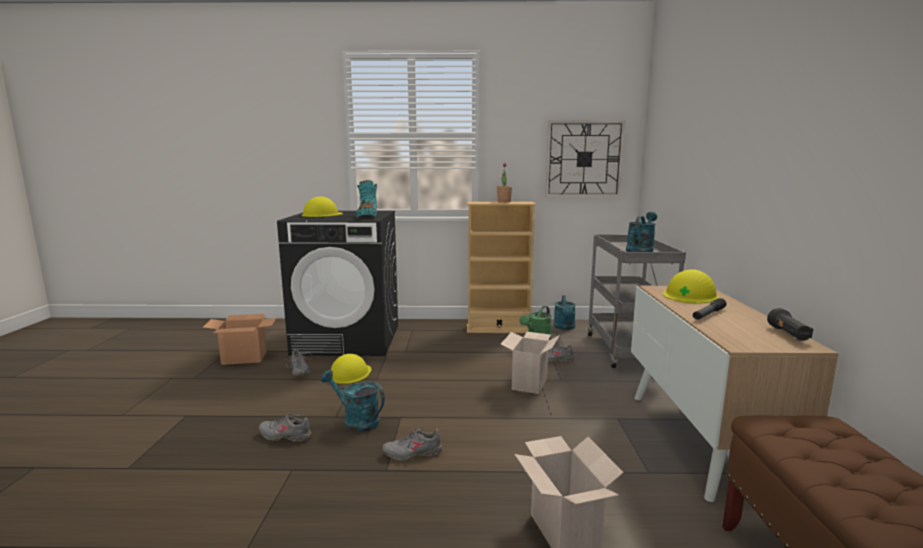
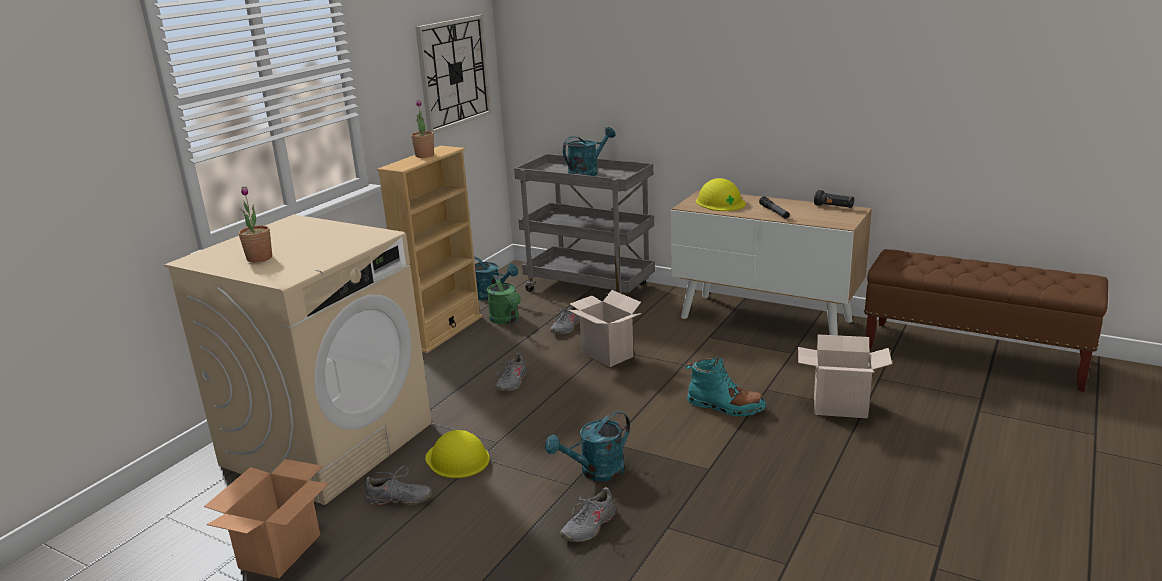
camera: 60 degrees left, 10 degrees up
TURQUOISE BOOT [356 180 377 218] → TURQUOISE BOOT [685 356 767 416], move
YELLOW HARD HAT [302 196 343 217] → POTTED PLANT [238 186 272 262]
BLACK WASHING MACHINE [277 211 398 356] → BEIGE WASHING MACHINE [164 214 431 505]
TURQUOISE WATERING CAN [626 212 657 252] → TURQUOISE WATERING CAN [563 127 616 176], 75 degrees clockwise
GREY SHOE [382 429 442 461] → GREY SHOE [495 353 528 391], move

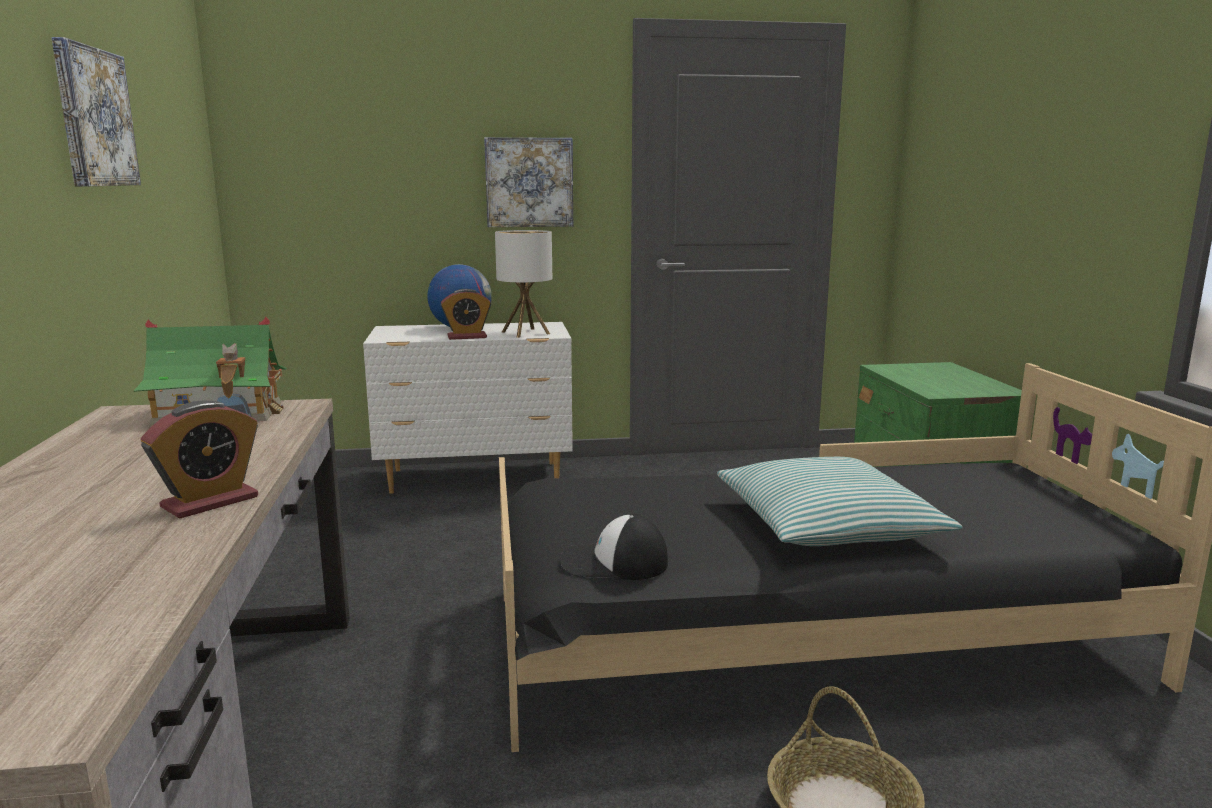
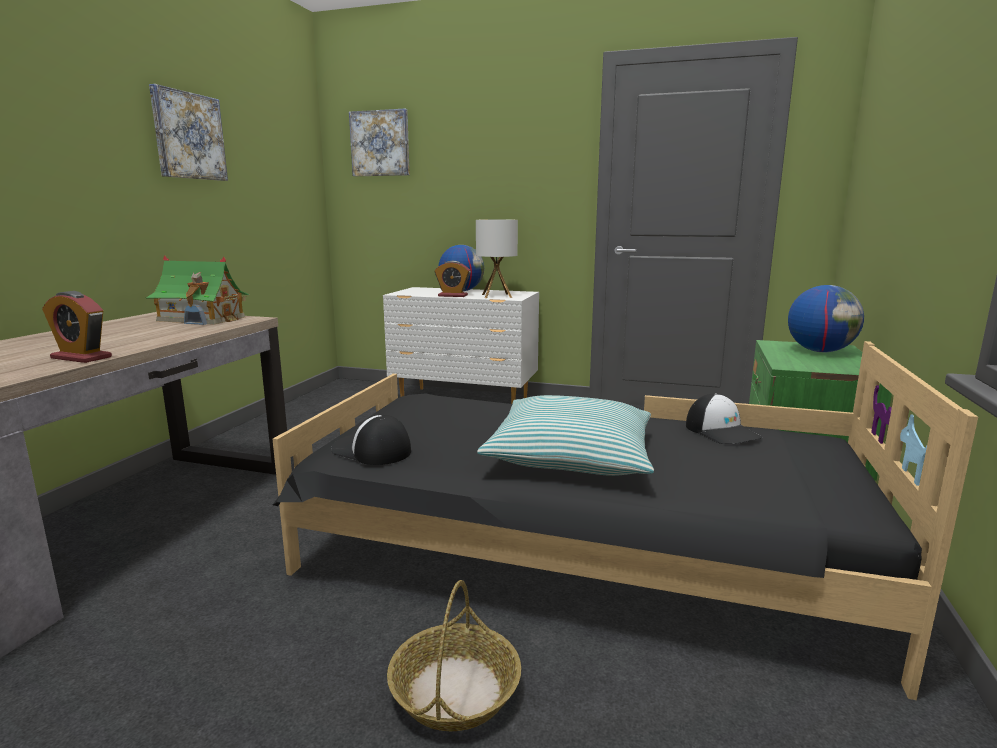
camera: 25 degrees right, 0 degrees up
PICTURE [484 137 573 227] → PICTURE [349 108 410 176], move
ALARM CLOCK [141 400 258 519] → ALARM CLOCK [42 291 112 363], 45 degrees clockwise
- → GLOBE [788 285 864 352]
- → CAP [686 393 762 444]

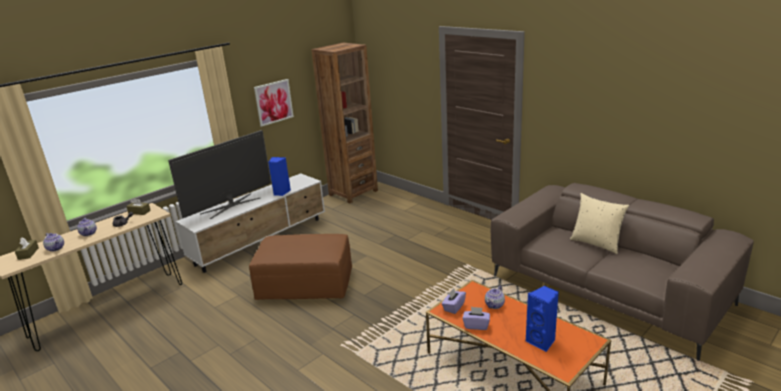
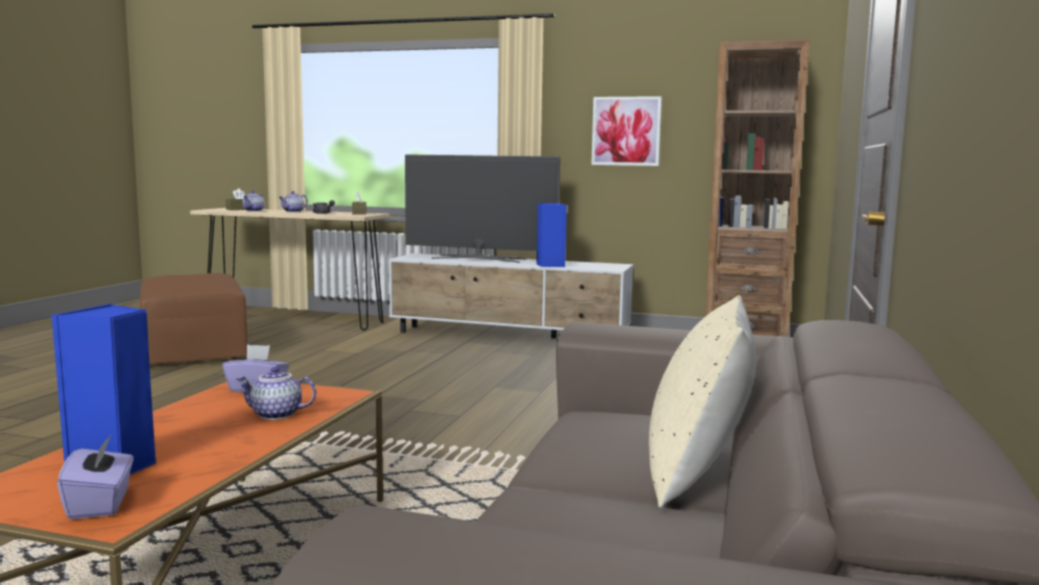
camera: 60 degrees right, 15 degrees down
BROWN OTTOMAN [249 234 352 300] → BROWN OTTOMAN [140 273 248 365], move
PURPLE TISSUE BOX [463 307 490 330] → PURPLE TISSUE BOX [57 435 134 519], move

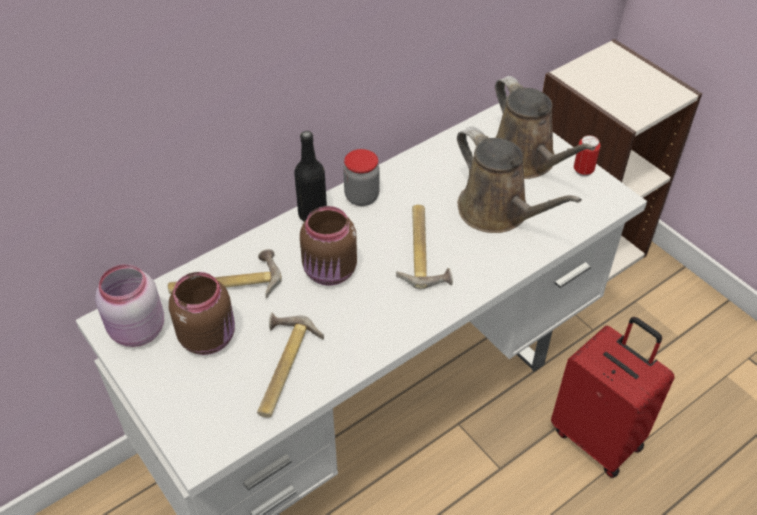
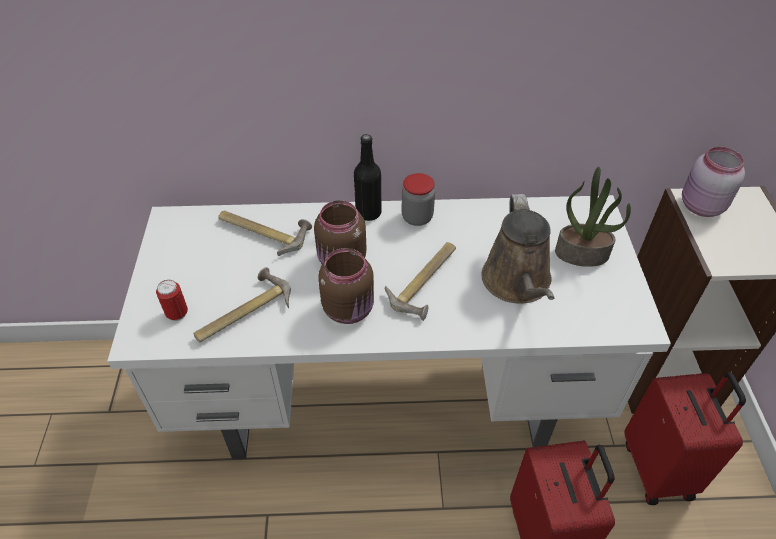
camera: 35 degrees right, 0 degrees up
BROWN WATERING CAN [495 76 596 179] → POTTED PLANT [555 167 631 267]
CAN [574 135 601 177] → CAN [156 280 188 321], move
PINK JAR [95 264 164 347] → PINK JAR [682 147 745 217], move
BROWN JAR [169 272 235 355] → BROWN JAR [318 248 374 324], move
- → RED SUITCASE [625 372 746 505]

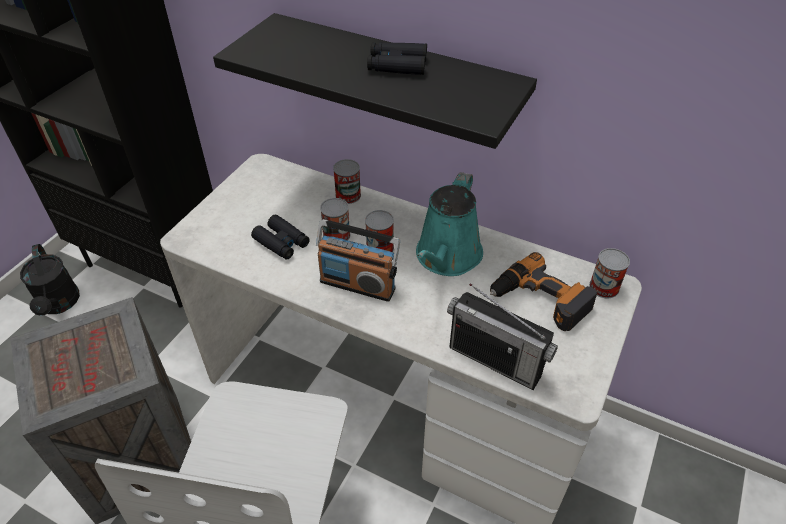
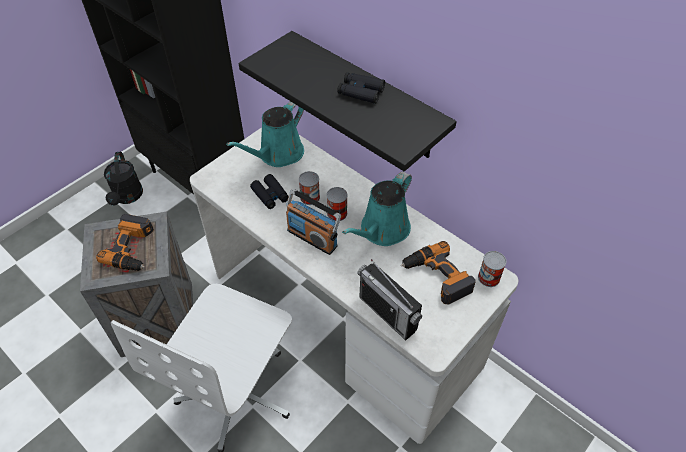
camera: 15 degrees right, 5 degrees up
CAN [333 159 361 204] → -
- → TURQUOISE WATERING CAN [226 101 304 167]
- → POWER DRILL [96 214 154 271]

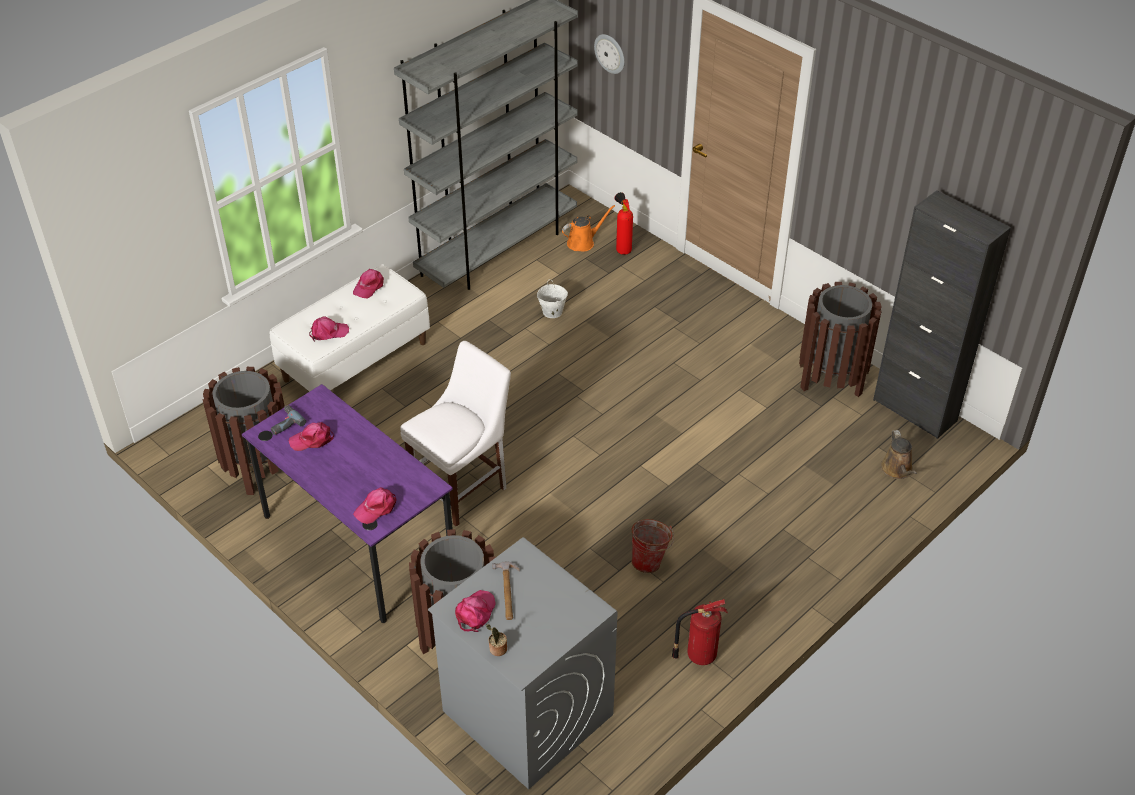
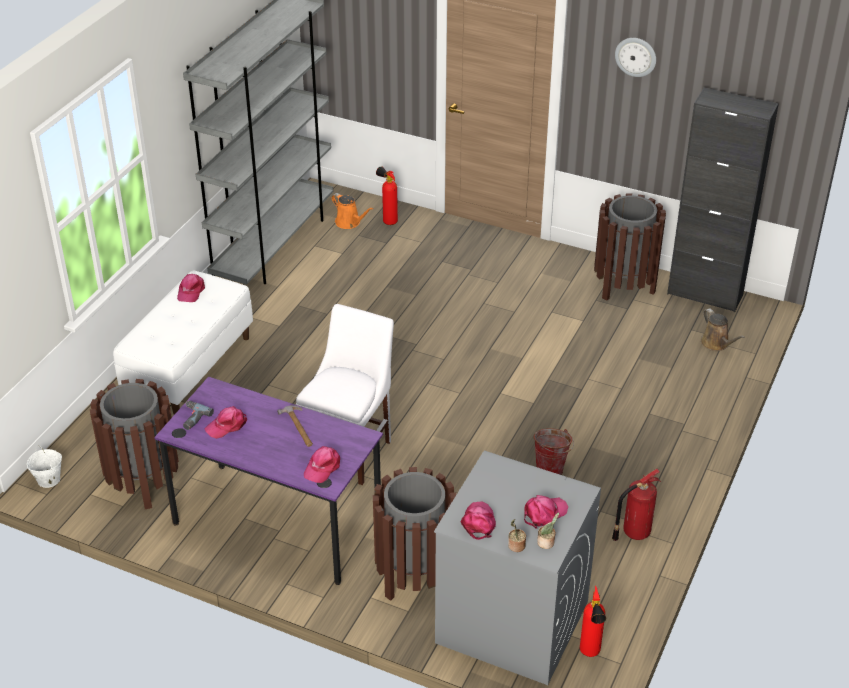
camera: 20 degrees left, 5 degrees down
WALL CLOCK [594 34 625 74] → WALL CLOCK [615 38 656 77], move
ORANGE WATERING CAN [562 205 615 252] → ORANGE WATERING CAN [331 193 374 229], 90 degrees clockwise
WHITE BUCKET [537 279 568 318] → WHITE BUCKET [27 446 62 488], move
PINK CAP [309 316 349 341] → PINK CAP [524 495 568 529], move
HAMMER [492 562 520 620] → HAMMER [277 405 313 447], move
- → POTTED PLANT [537 513 559 549]
- → FIRE EXTINGUISHER [580 586 606 657]

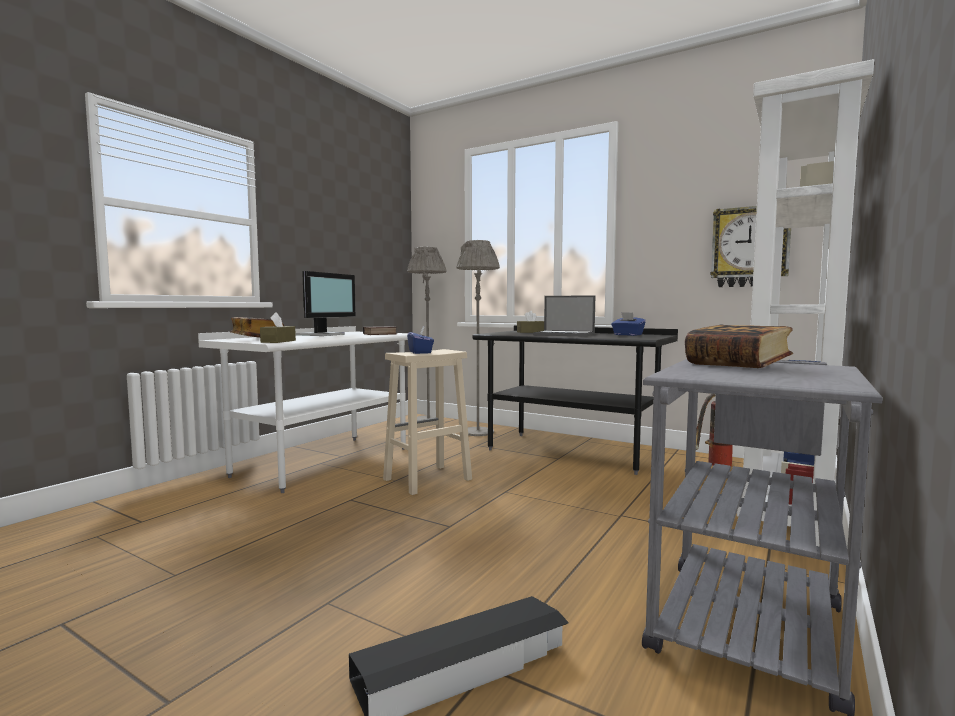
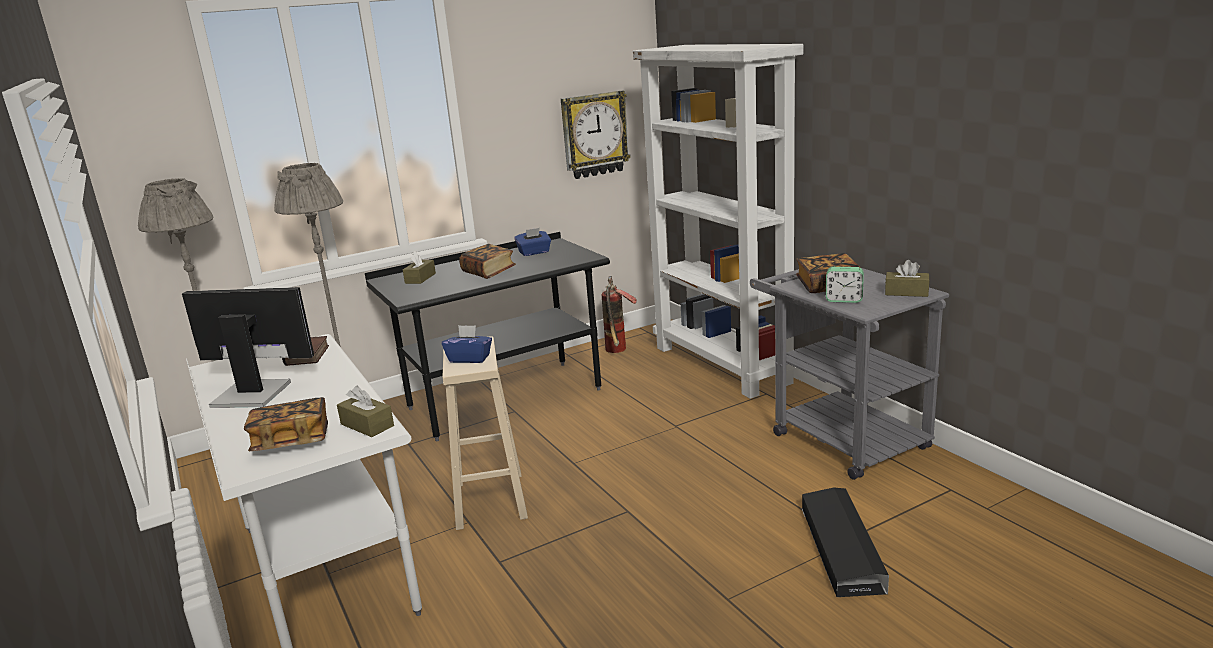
camera: 60 degrees left, 15 degrees up
MONITOR [296 271 356 336] → MONITOR [182 287 314 408], 45 degrees counterclockwise
LAPTOP [533 295 595 337] → BOOK [459 244 516 279]
- → BROWN TISSUE BOX [885 260 929 297]
- → ALARM CLOCK [826 267 864 303]

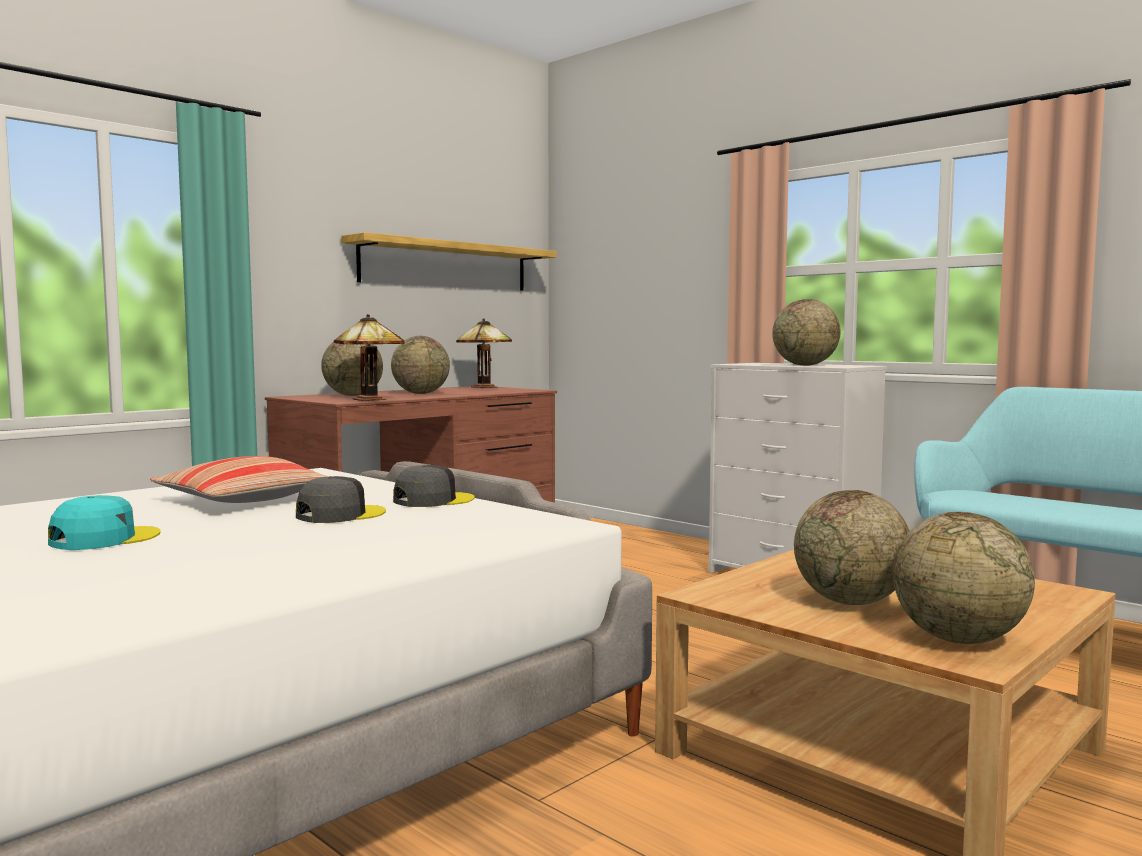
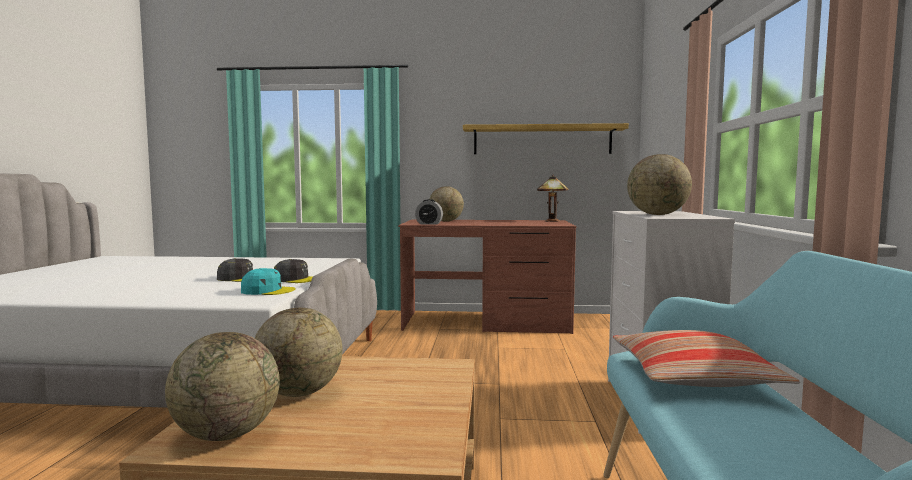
camera: 50 degrees right, 0 degrees up
TABLE LAMP [334 314 405 401] → ALARM CLOCK [415 199 443 225]
GLOBE [391 336 450 394] → -
PILLOW [150 456 329 503] → PILLOW [613 330 800 387], move
TURQUOISE CAP [48 495 161 550] → TURQUOISE CAP [241 268 295 295], move

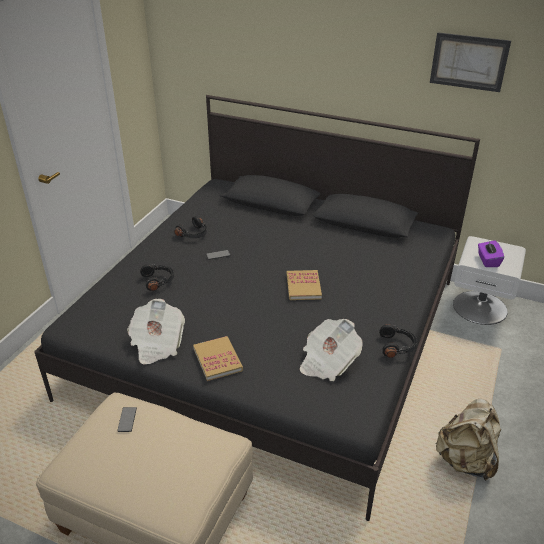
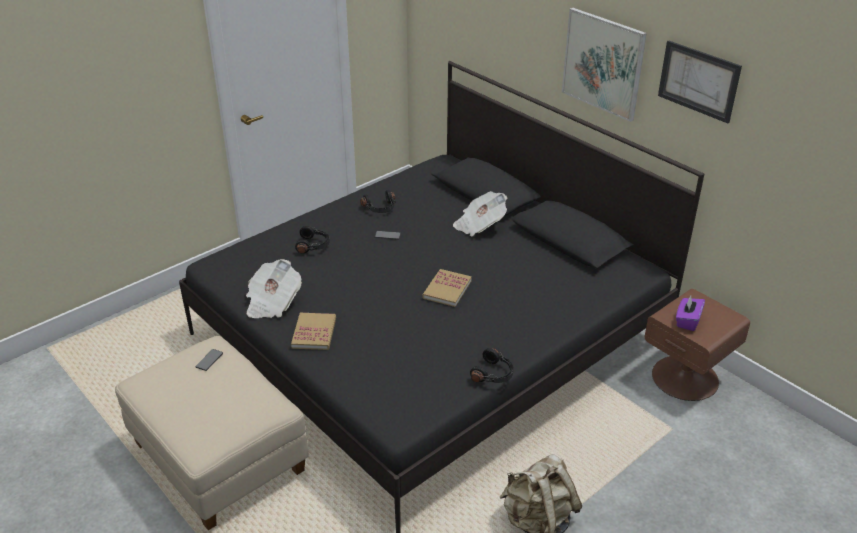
camera: 25 degrees right, 0 degrees up
WHITE NIGHTSTAND [453 236 526 325] → BROWN NIGHTSTAND [645 289 750 401]
NEWSPAPER [299 319 362 381] → NEWSPAPER [453 192 508 236], move
- → PICTURE [562 8 647 122]

